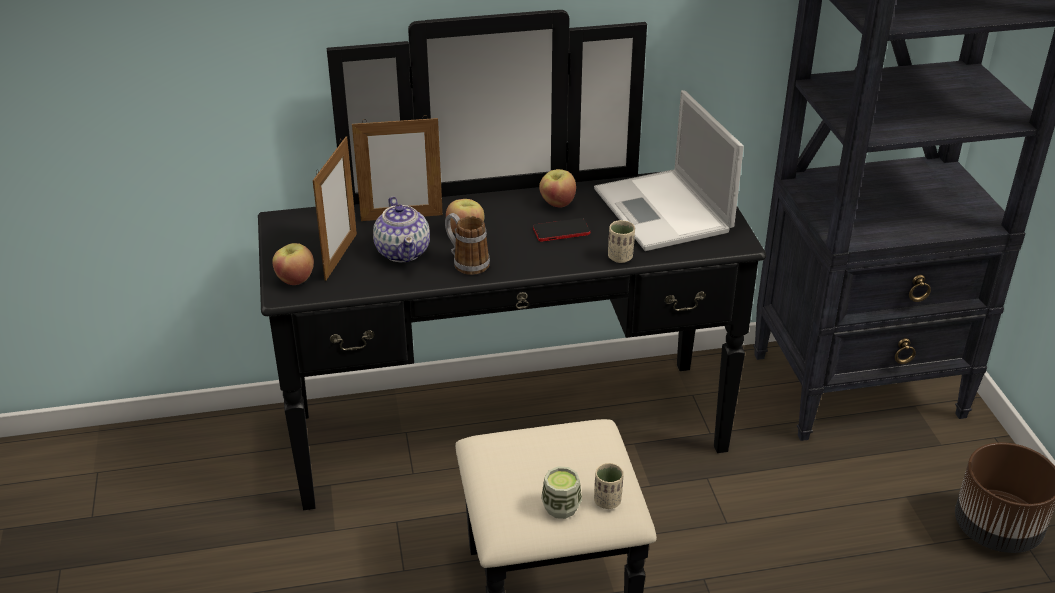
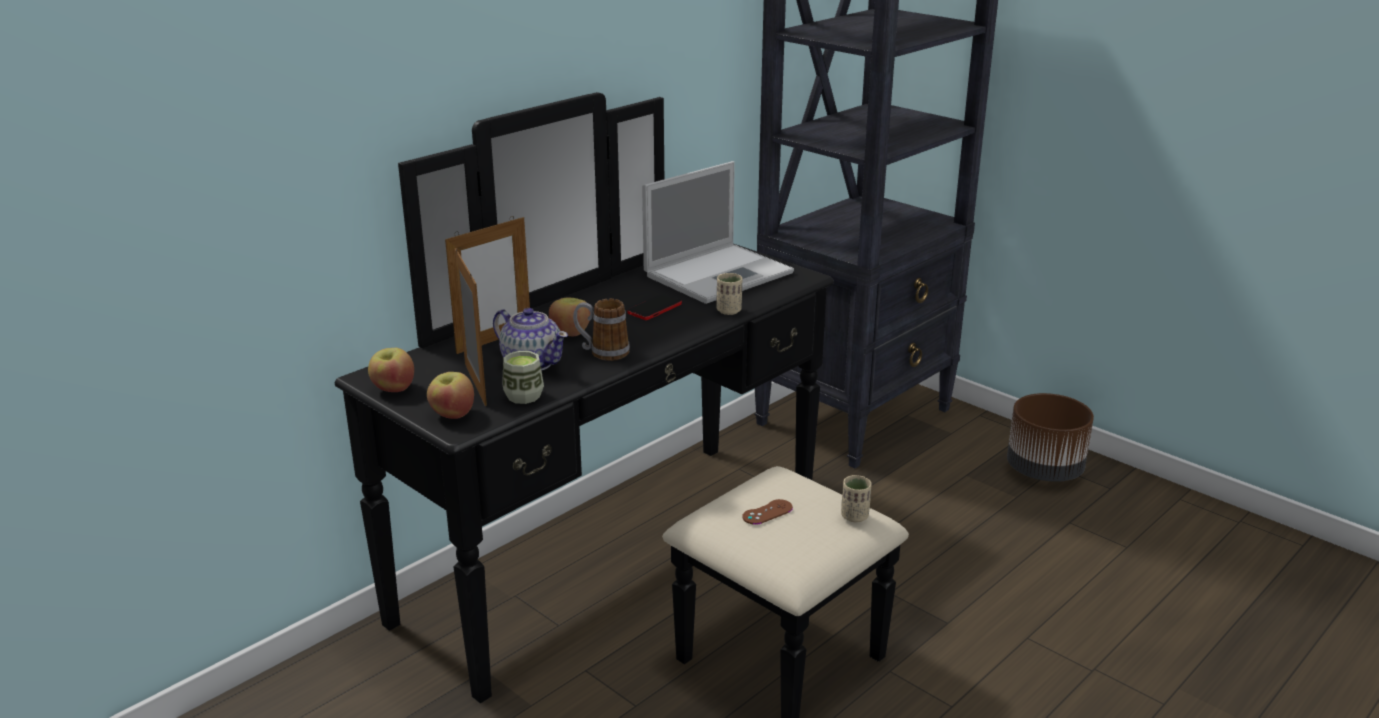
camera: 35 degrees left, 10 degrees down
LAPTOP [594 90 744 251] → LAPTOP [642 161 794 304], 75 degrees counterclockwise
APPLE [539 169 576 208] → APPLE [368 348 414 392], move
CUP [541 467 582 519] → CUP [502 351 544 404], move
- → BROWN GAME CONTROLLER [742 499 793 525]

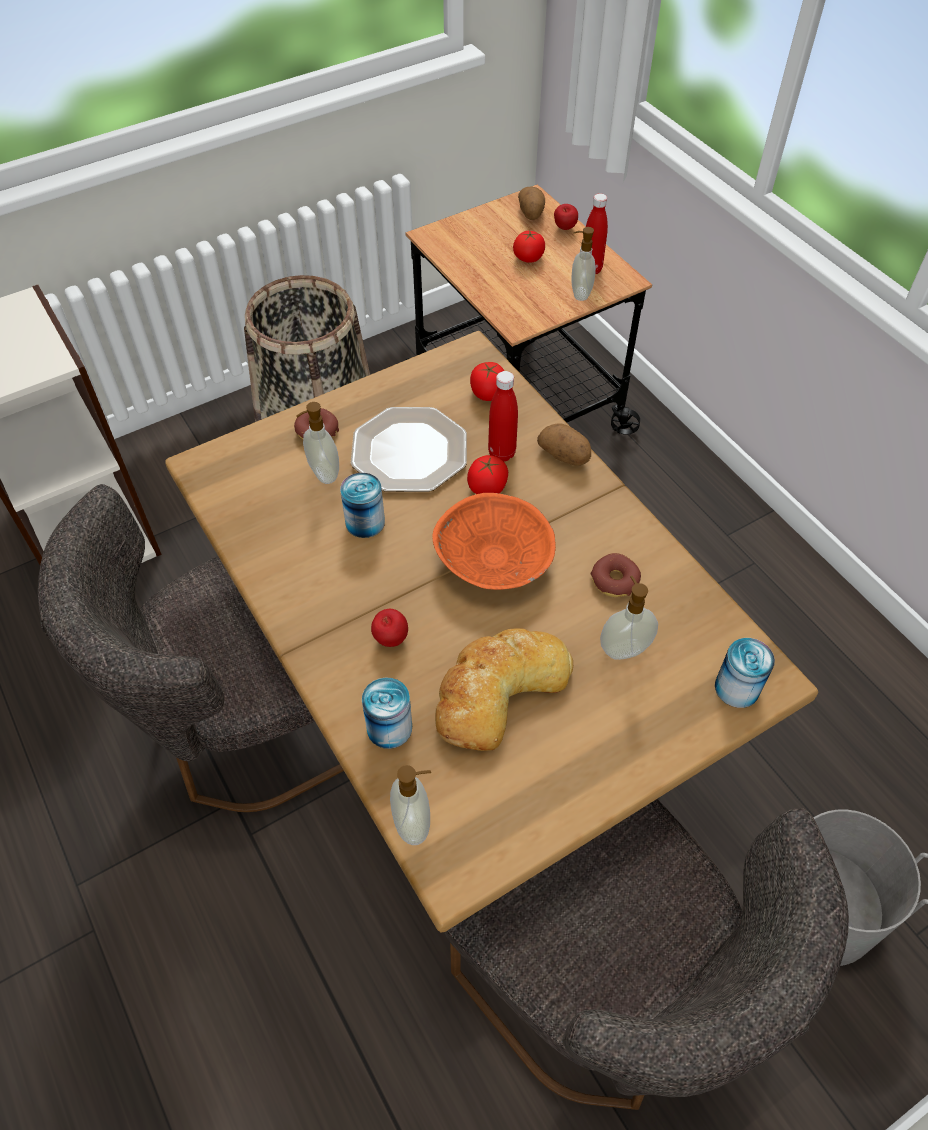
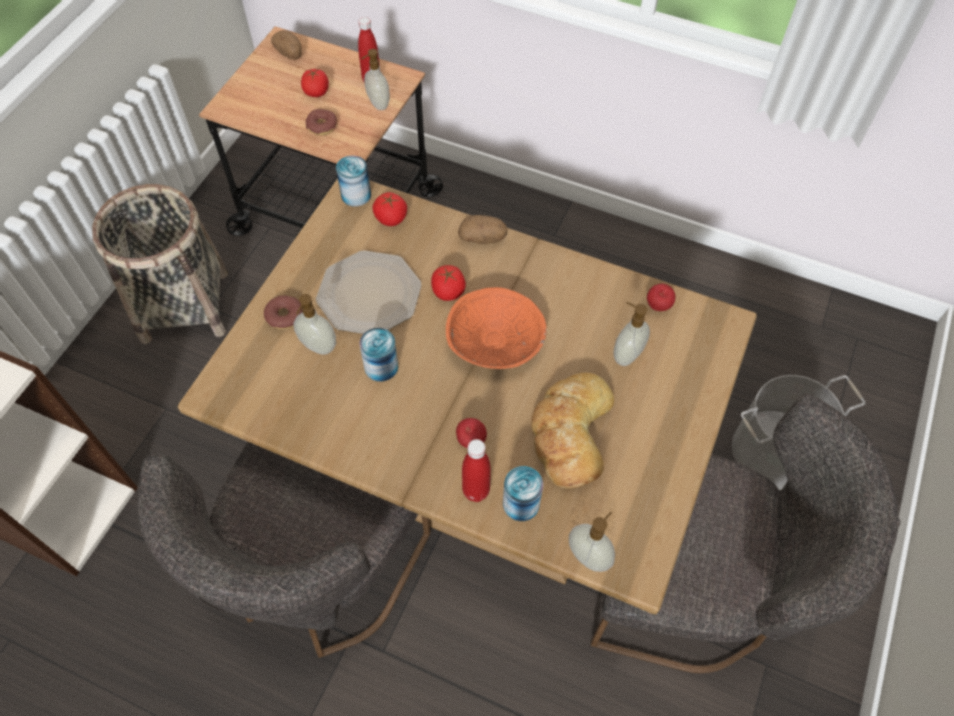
camera: 35 degrees left, 5 degrees up
APPLE [554 204 578 230] → APPLE [647 284 676 311], move
RED BOTTLE [488 371 518 462] → RED BOTTLE [462 439 491 502], move
DONUT [591 553 641 597] → DONUT [306 109 337 135], move
CAN [715 638 775 708] → CAN [336 155 371 207], move

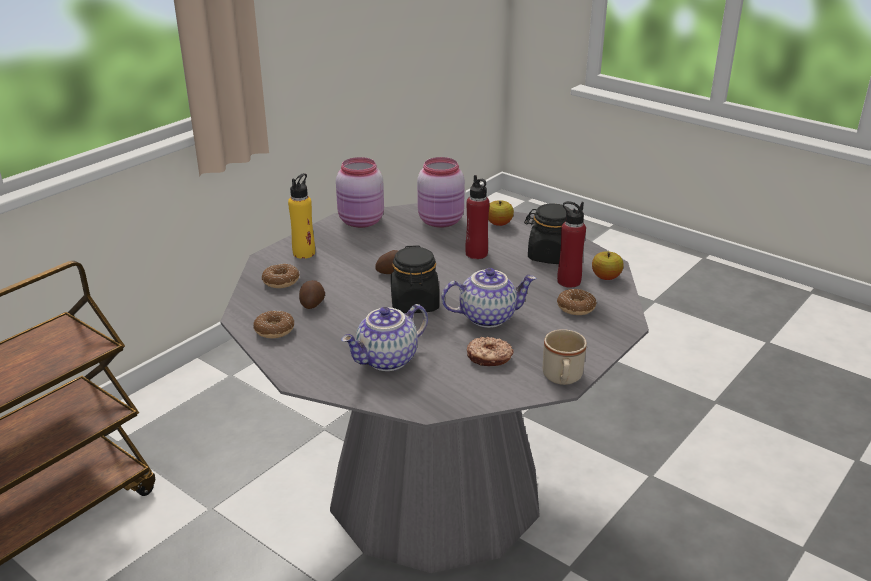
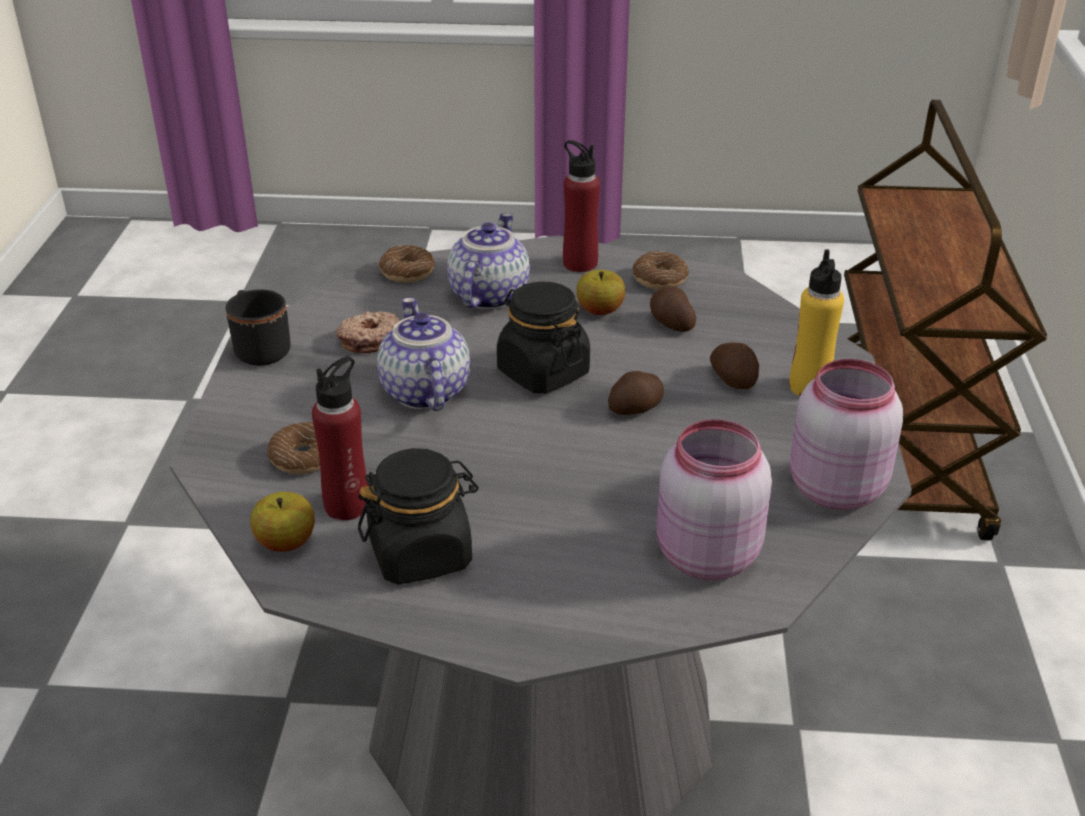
camera: 145 degrees right, 5 degrees up
RED BOTTLE [465 175 490 259] → RED BOTTLE [563 140 600 272], move
APPLE [488 200 514 226] → APPLE [576 270 625 315], move
DONUT [262 264 300 288] → DONUT [379 245 435 283], move
TEAPOT [441 268 536 328] → TEAPOT [377 298 470 411], 120 degrees clockwise
BEIGE MUG [543 329 587 385] → BLACK MUG [226 290 291 366]
- → POTATO [710 342 759 389]

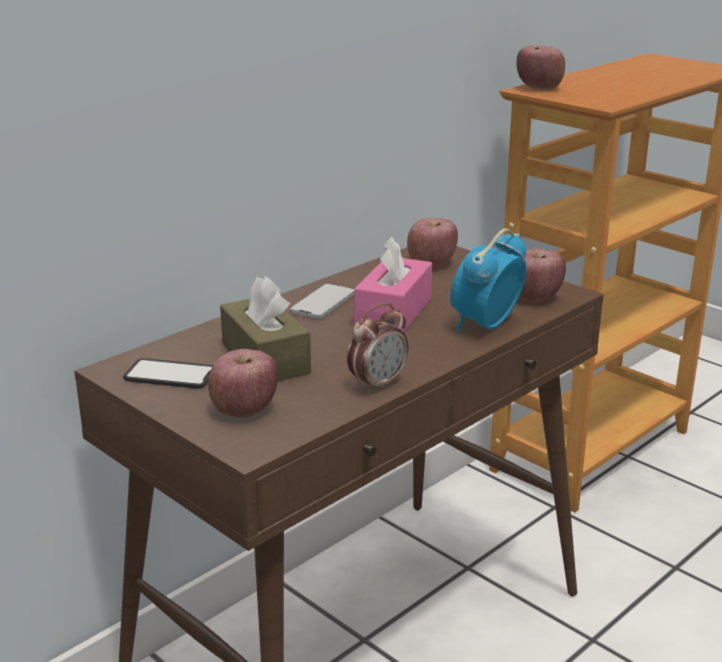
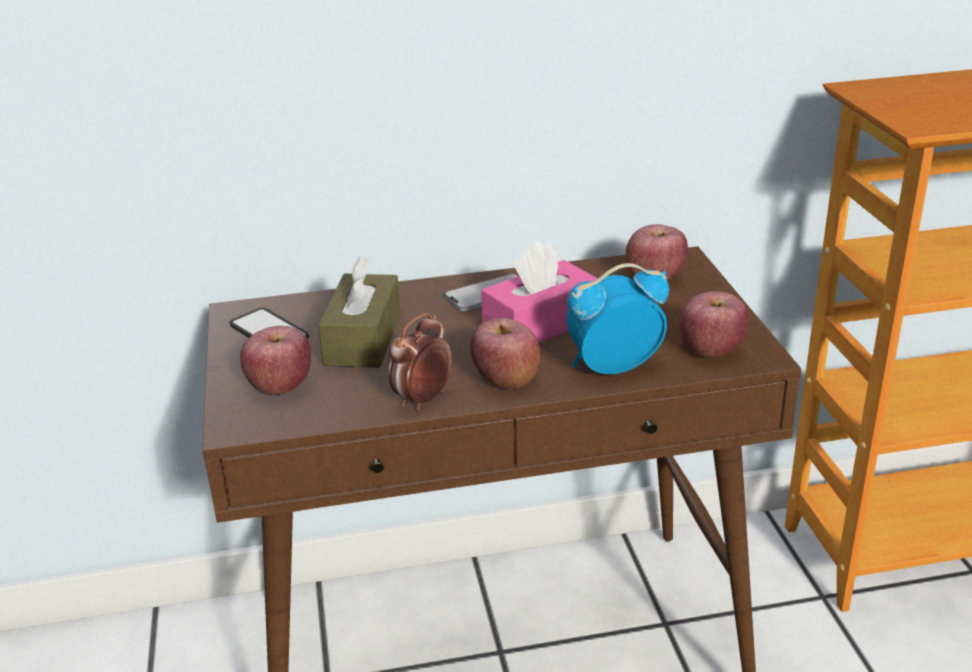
camera: 35 degrees right, 5 degrees up
APPLE [516 45 565 90] → APPLE [470 318 540 389], move
ALARM CLOCK [347 303 408 394] → ALARM CLOCK [388 312 452 410], 135 degrees clockwise

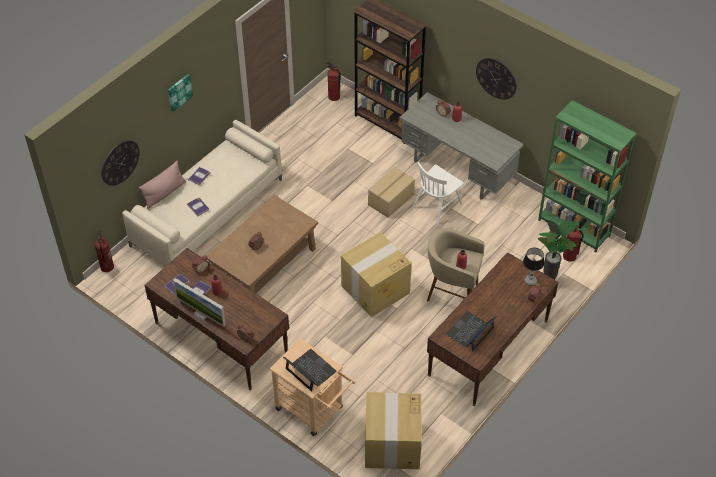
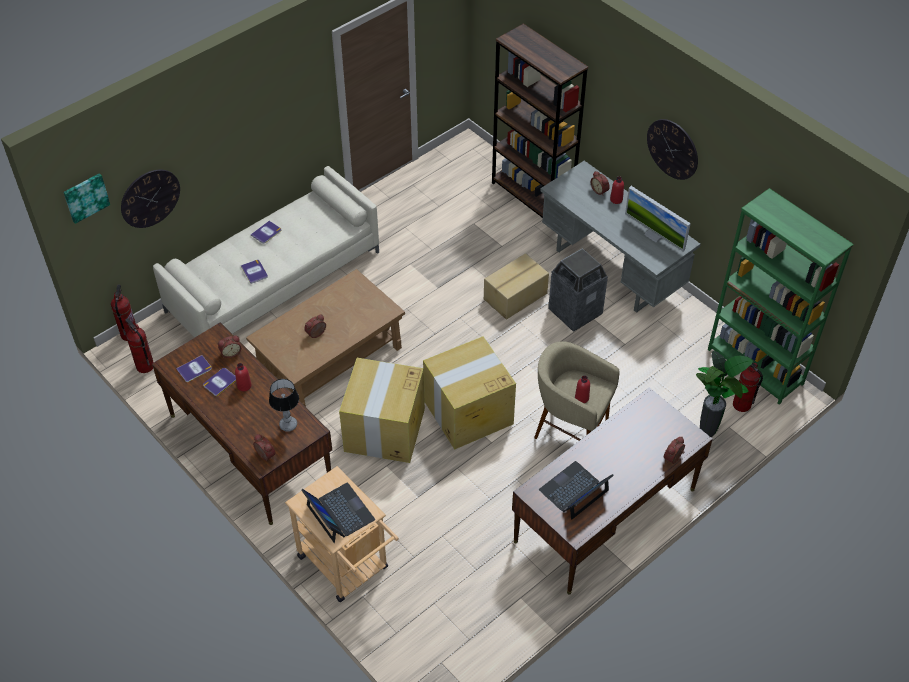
camera: 10 degrees right, 0 degrees up
FIRE EXTINGUISHER [327 62 341 101] → FIRE EXTINGUISHER [125 318 154 373], move
PICTURE [168 74 193 112] → PICTURE [63 173 110 224], move
PINK PILLOW [139 161 186 209] → -
WHITE CHAIR [412 162 464 225] → TRASH CAN [548 248 608 332]
TABLE LAMP [523 248 544 286] → TABLE LAMP [269 379 299 432], move
MONITOR [173 278 226 327] → MONITOR [625 186 691 251], move
CARDBOARD BOX [365 392 422 469] → CARDBOARD BOX [339 358 425 463], move

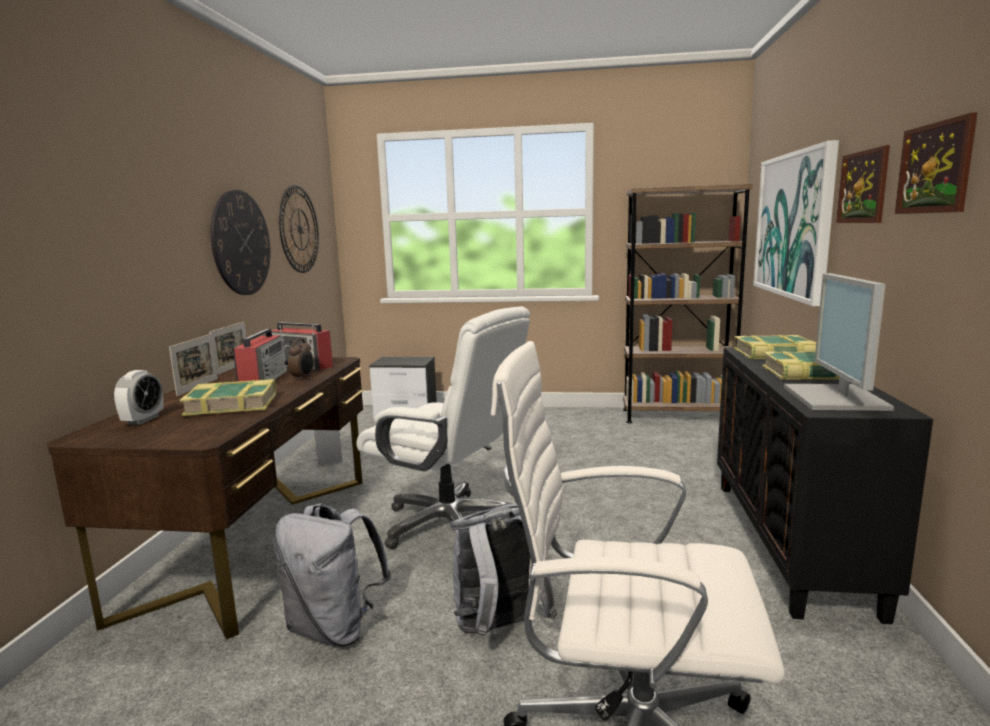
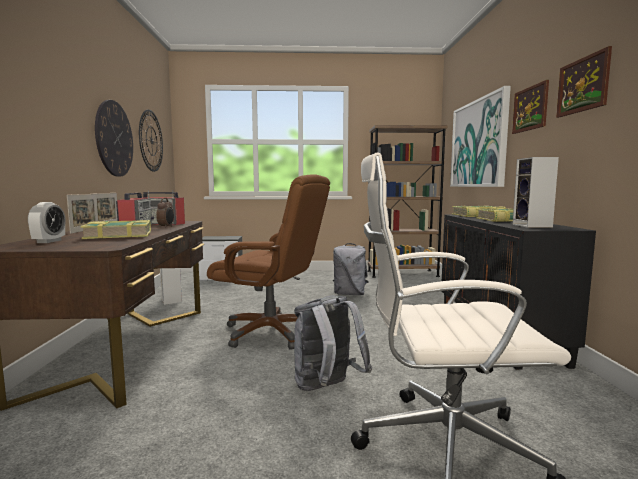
camera: 10 degrees left, 5 degrees down
MONITOR [784 273 894 411] → SPEAKER [513 157 559 228]
WHITE OFFICE CHAIR [356 306 530 549] → BROWN OFFICE CHAIR [207 174 330 350]
GREY BACKPACK [274 503 391 646] → GREY BACKPACK [333 243 369 295], move

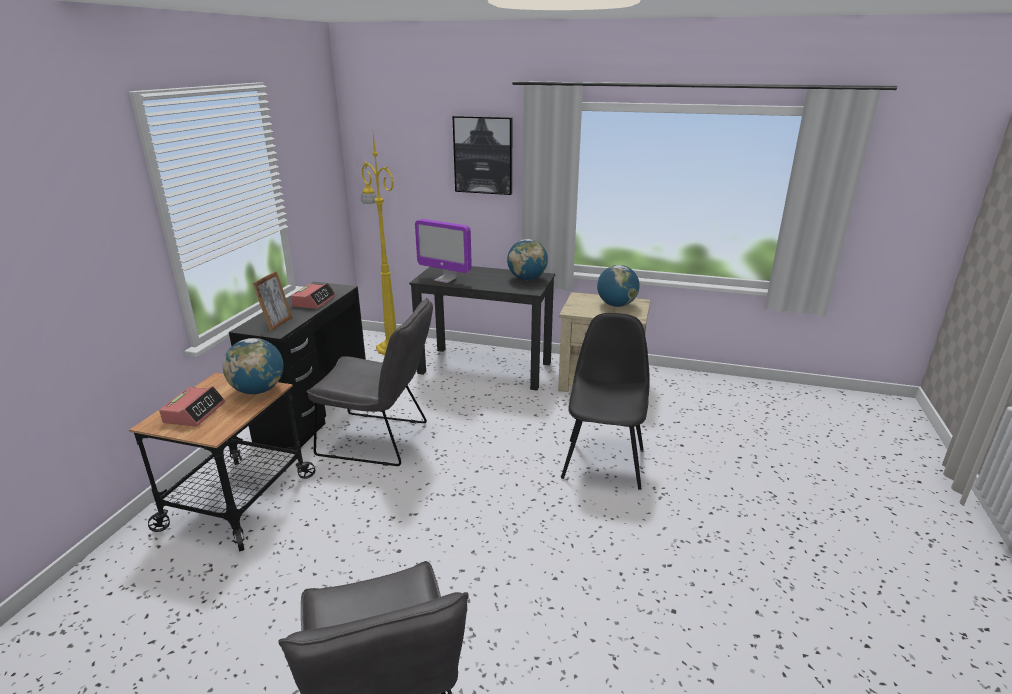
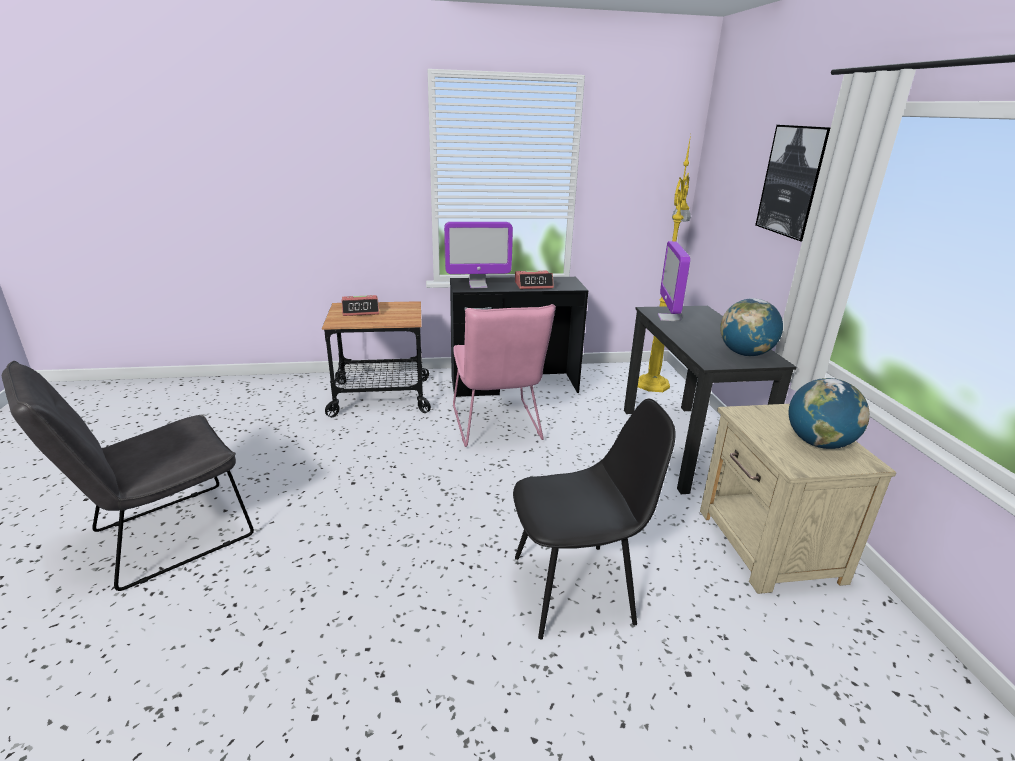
camera: 65 degrees right, 0 degrees up
PICTURE FRAME [252 271 293 331] → MONITOR [444 222 513 288]
GREY CHAIR [306 298 433 466] → PINK CHAIR [453 304 556 447]
GLOBE [223 338 284 394] → -

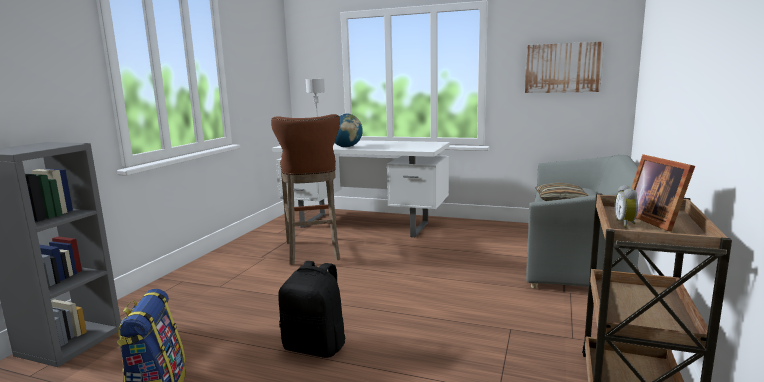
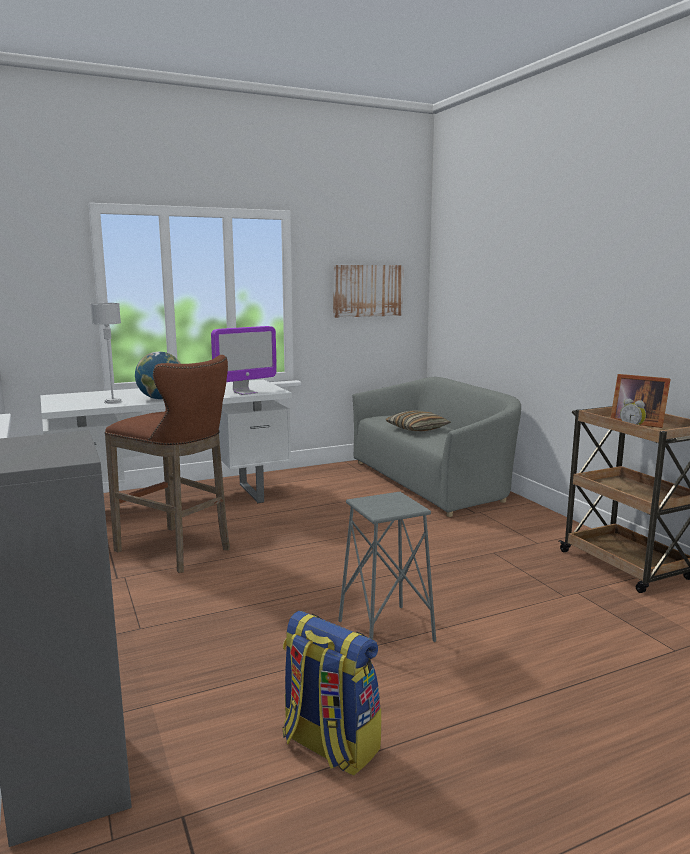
camera: 45 degrees left, 0 degrees up
BLACK BACKPACK [278 261 346 358] → GREY STOOL [338 492 436 642]
- → MONITOR [211 326 277 395]

